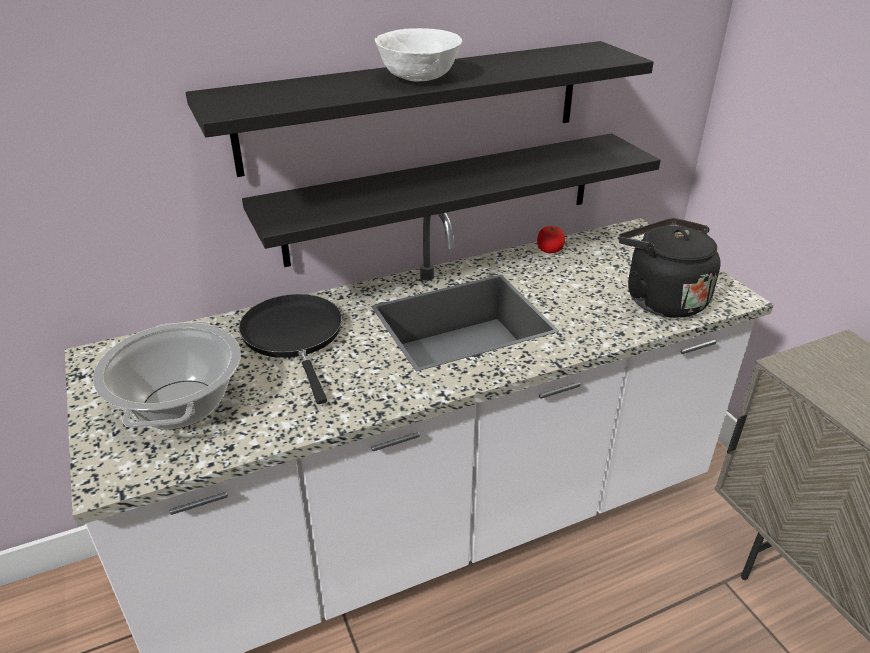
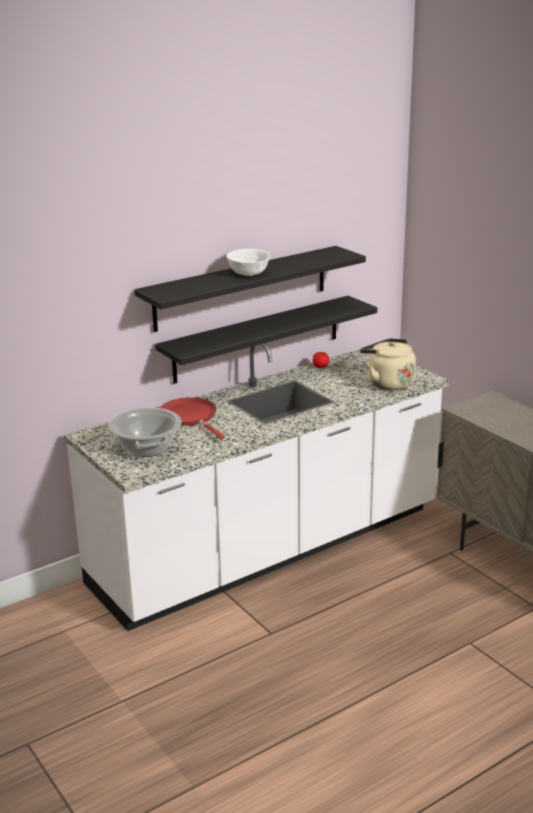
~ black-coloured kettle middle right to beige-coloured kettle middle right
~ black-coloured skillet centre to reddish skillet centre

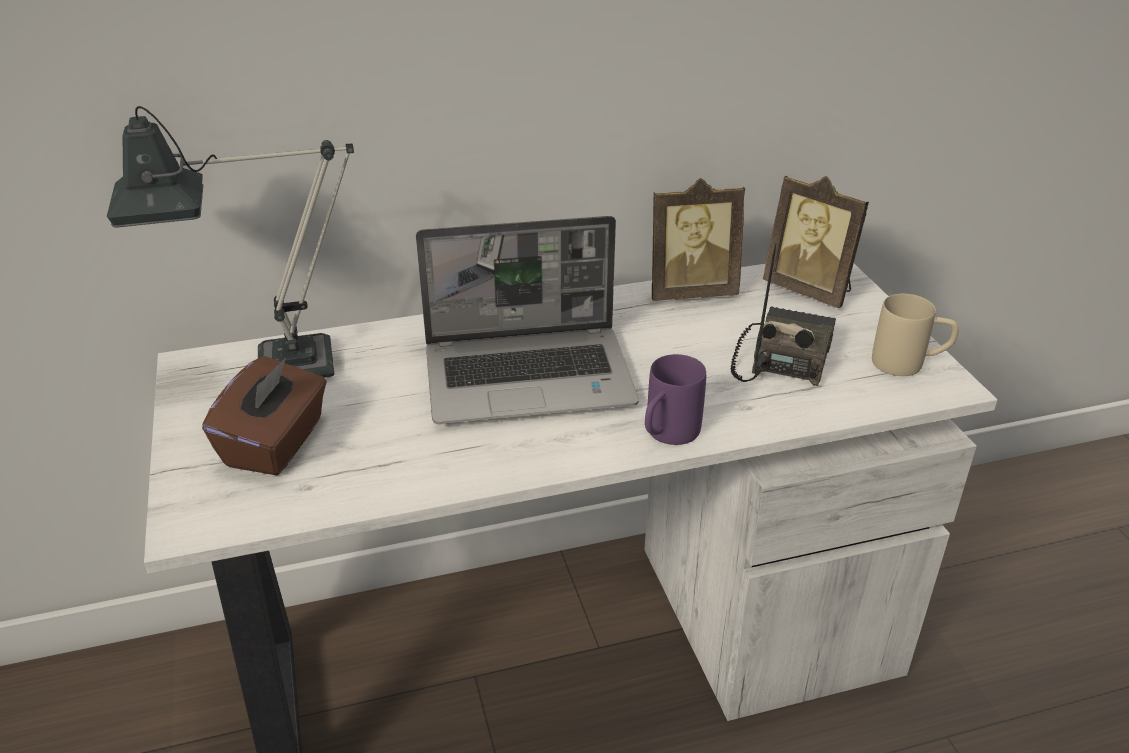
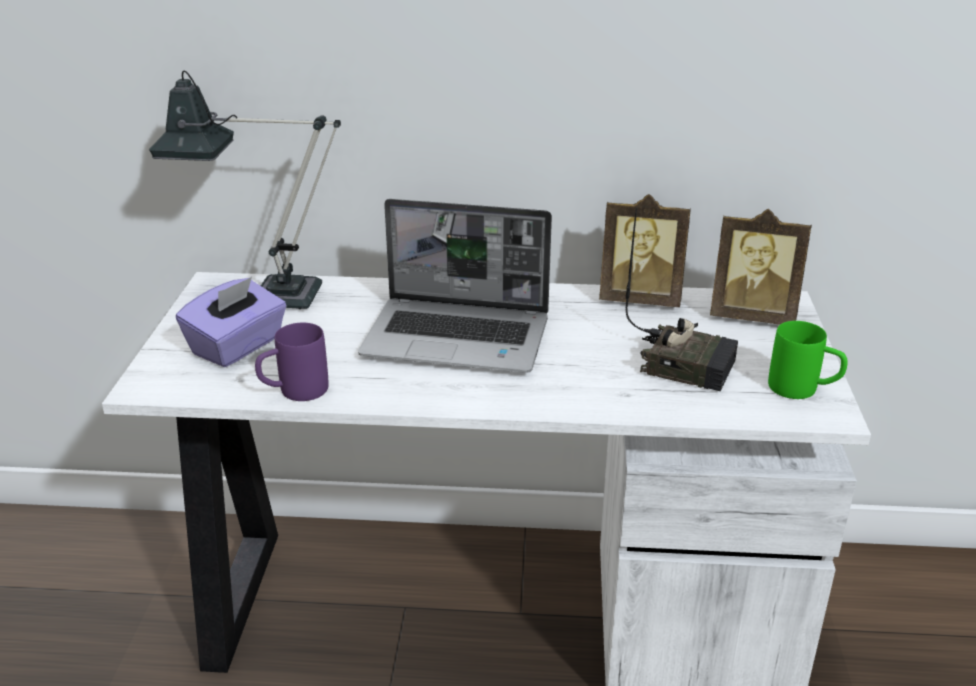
~ picture frame (2nd from left) top right = middle right 45 degrees counterclockwise
~ radio set middle right = middle right 75 degrees clockwise
~ beige-coloured mug middle right to green mug middle right
~ purplish mug centre to middle left
~ brown-coloured tissue box middle left to purplish tissue box middle left

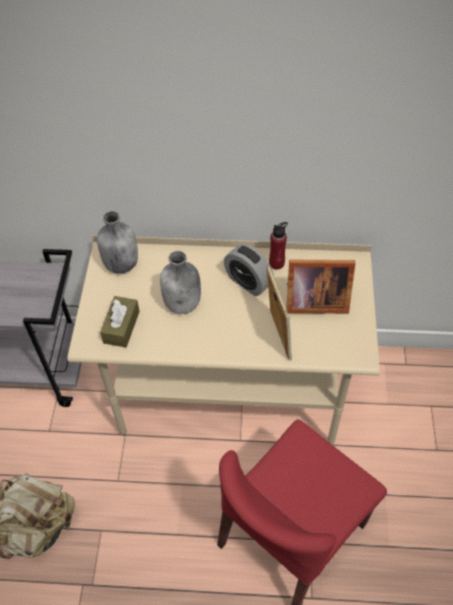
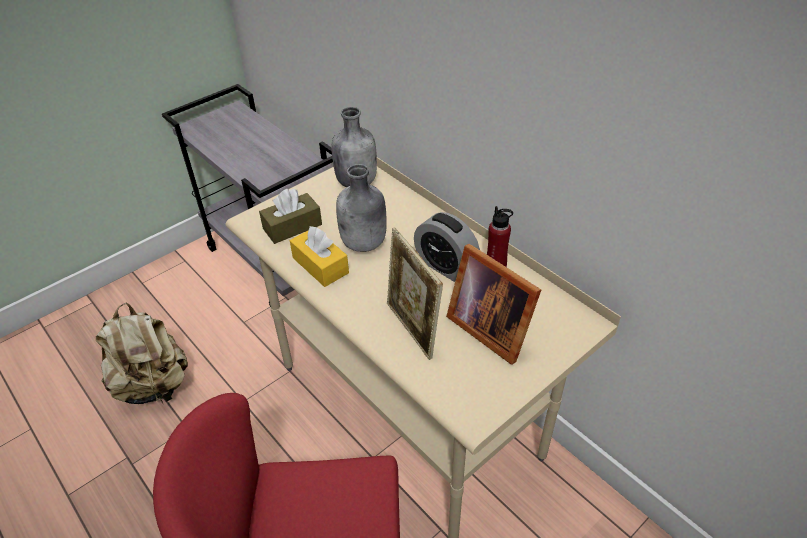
~ bedside clock centre = centre 45 degrees counterclockwise
~ picture frame (1st from left) centre = centre 120 degrees clockwise
+ yellowish tissue box centre

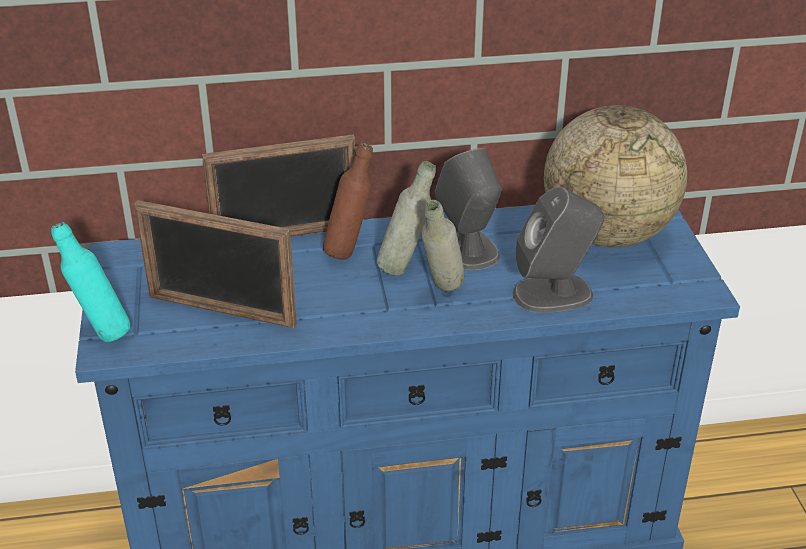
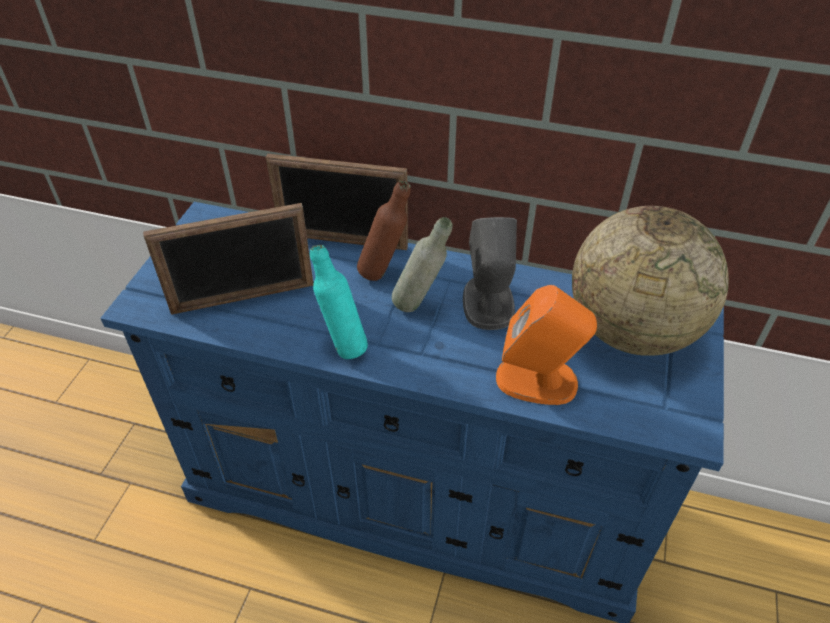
~ gray audio speaker (2nd from left) middle right to orangey audio speaker centre
~ picture frame (1st from left) middle left = middle left 60 degrees counterclockwise
- gray drink bottle (2nd from left) centre
~ blue-green drink bottle middle left to centre

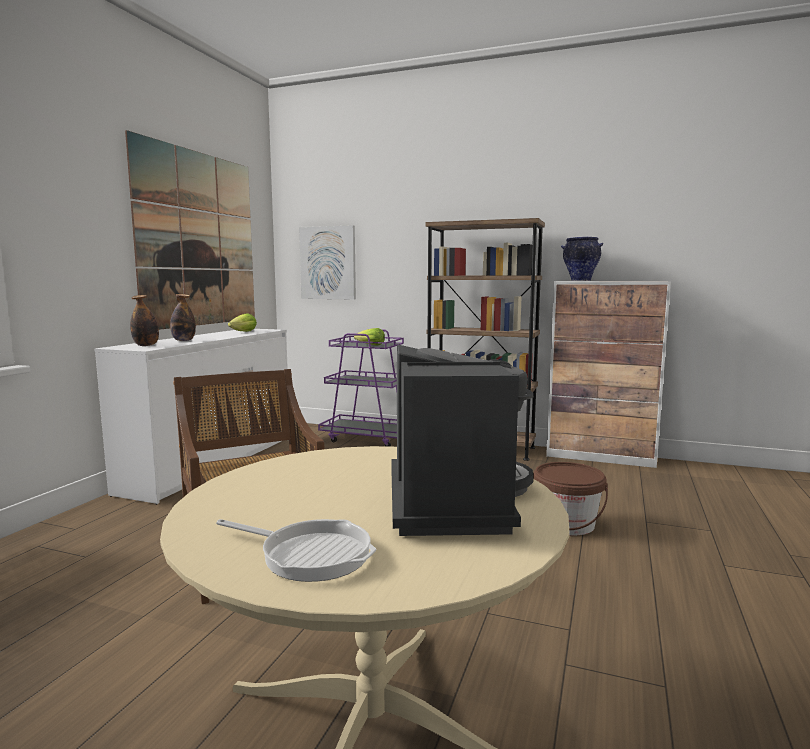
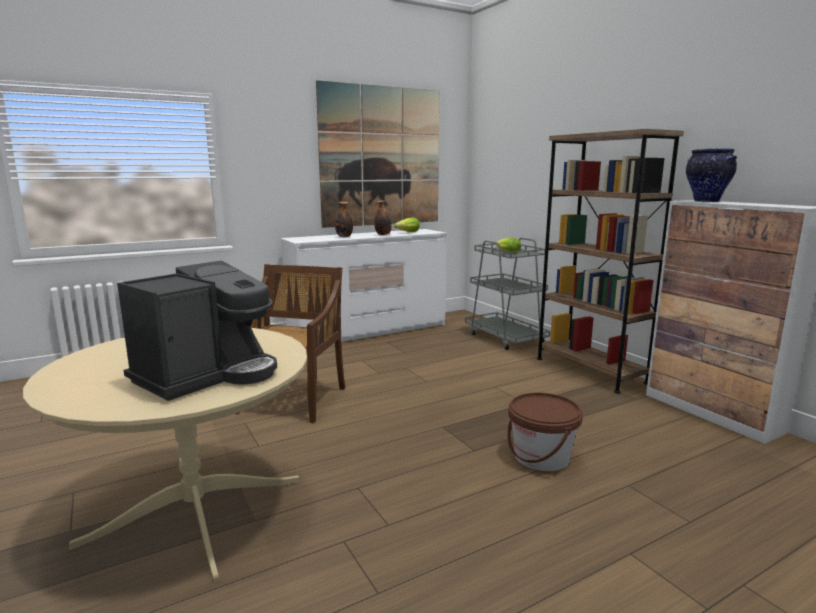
- wall art (2nd from left) centre
~ drink bottle (1st from left in the first image) middle left to drink bottle (2nd from left) centre
~ purplish cart centre to gray cart centre
- skillet bottom centre

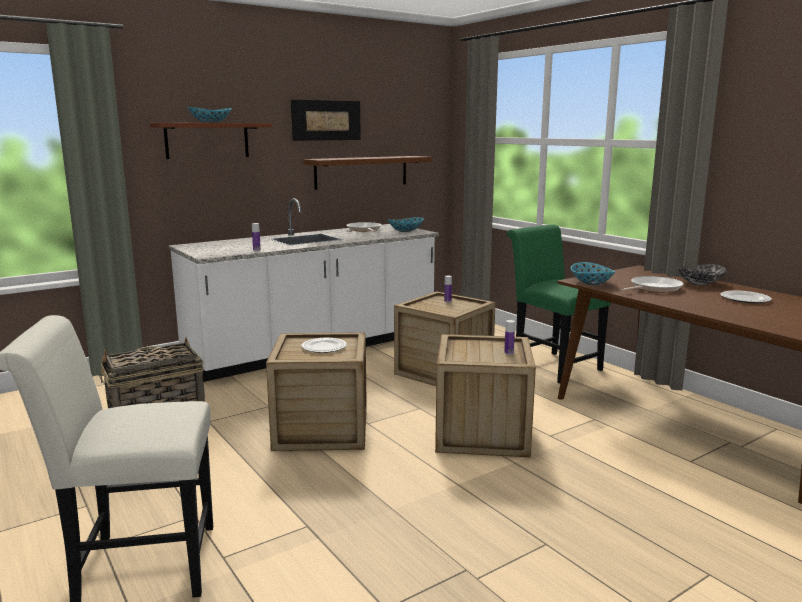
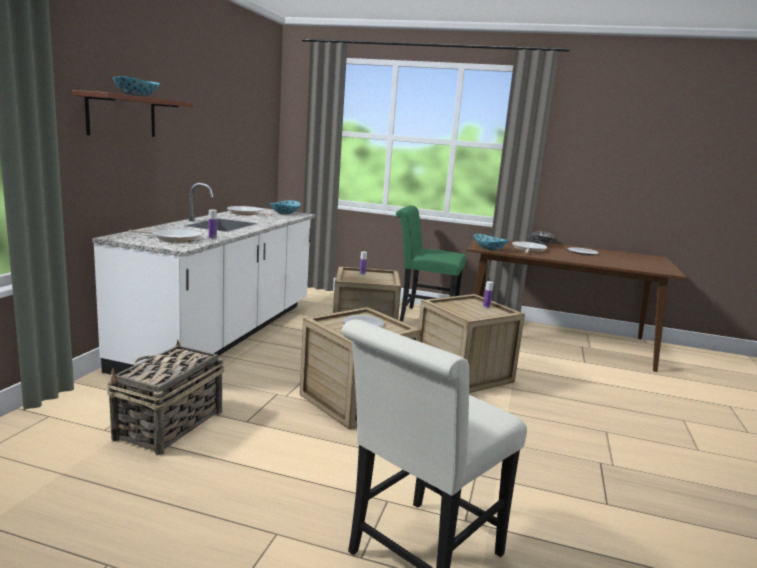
- wall art top centre
- brown-coloured bracket shelf (2nd from left) top centre
+ skillet (1st from left) middle left

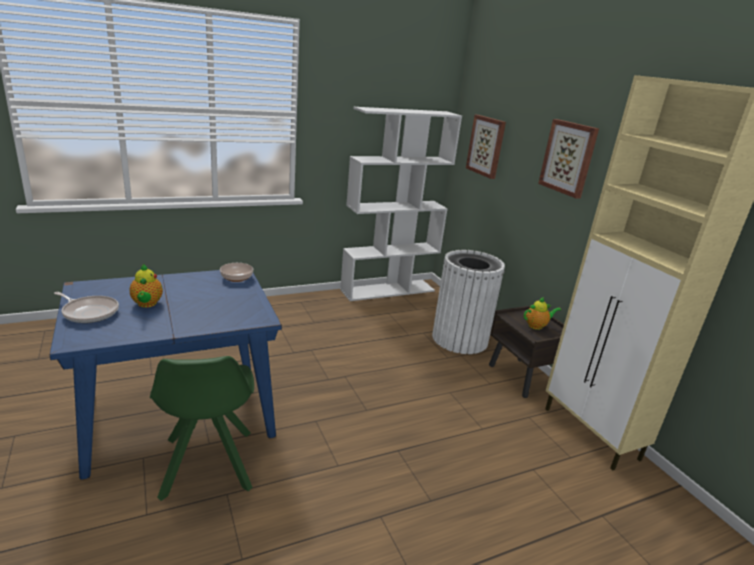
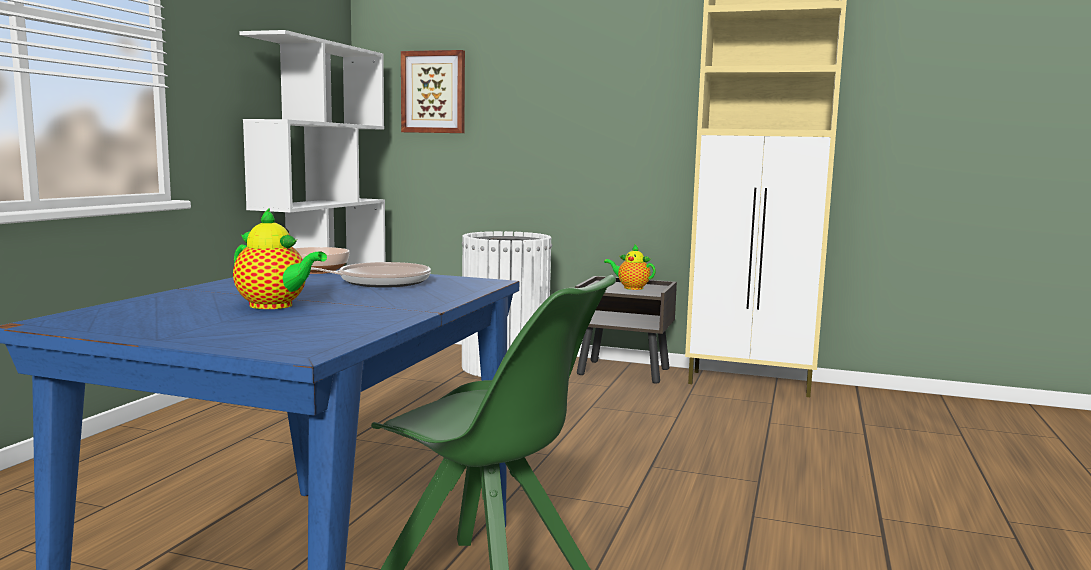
- wall art (2nd from left) top right
~ skillet middle left to centre
~ pot for tea (2nd from left) middle right = centre 90 degrees counterclockwise

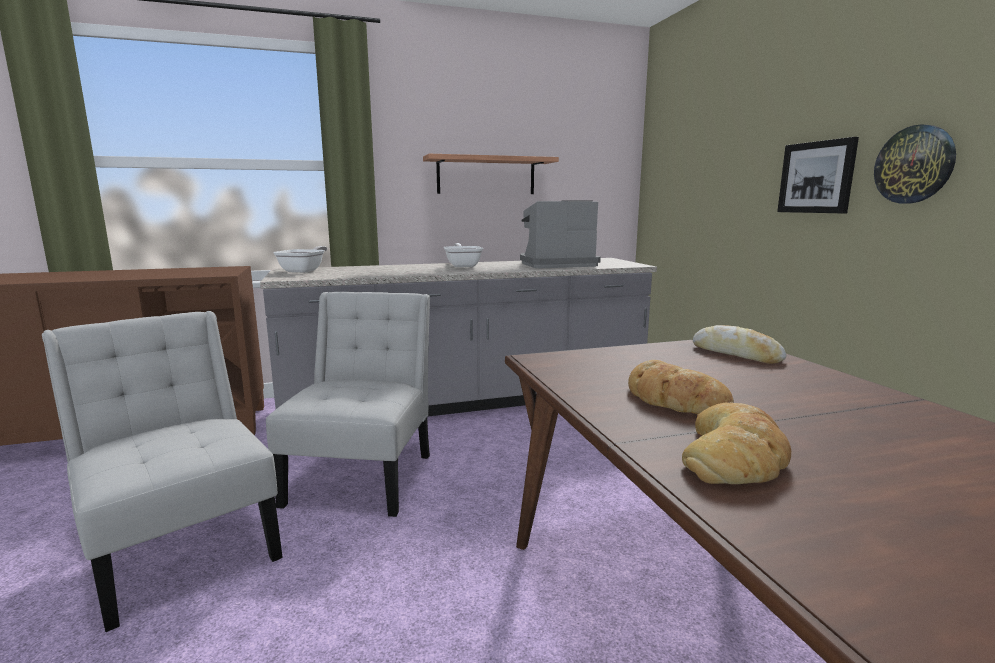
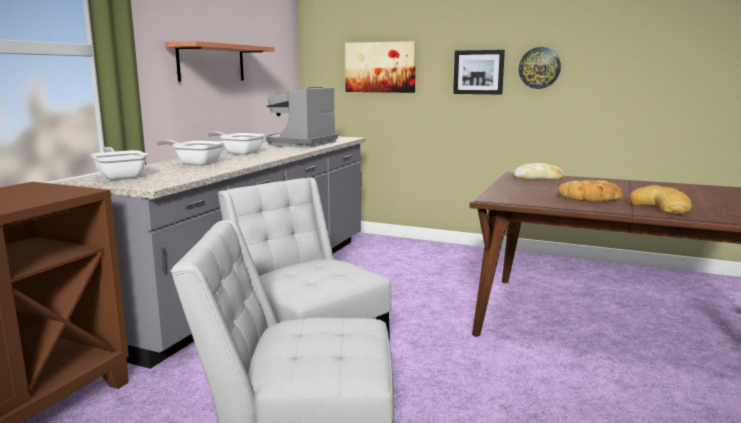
+ wall art (1st from left) top centre
+ skillet (2nd from left) middle left

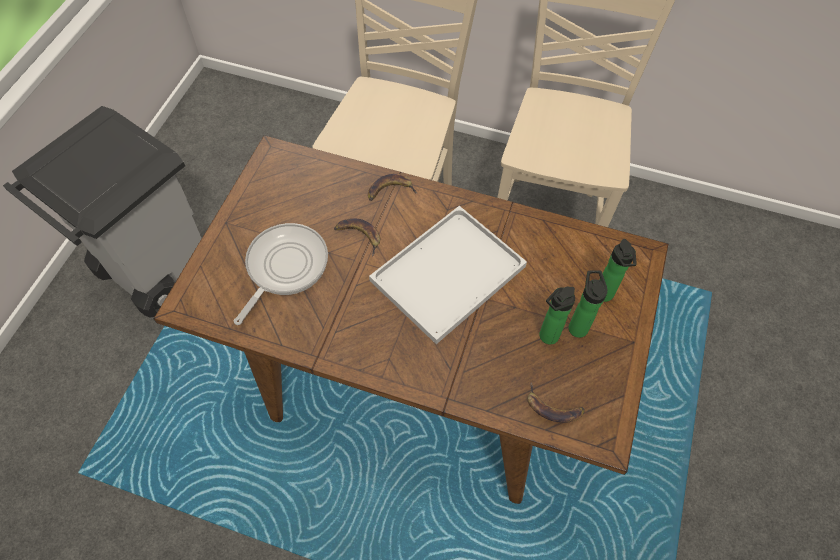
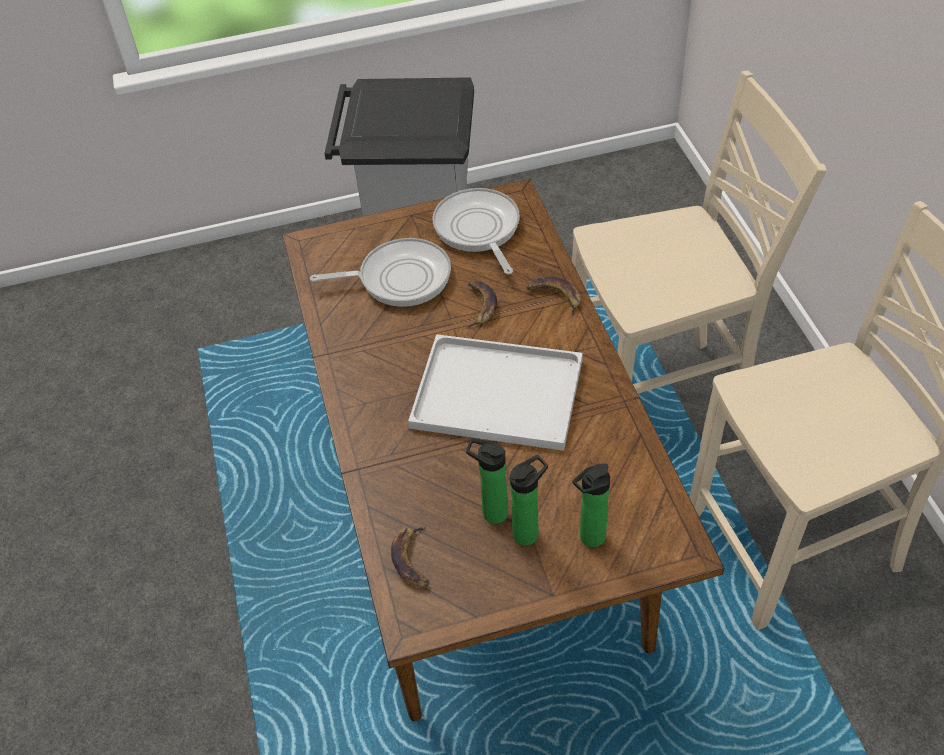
+ skillet (2nd from left) top centre

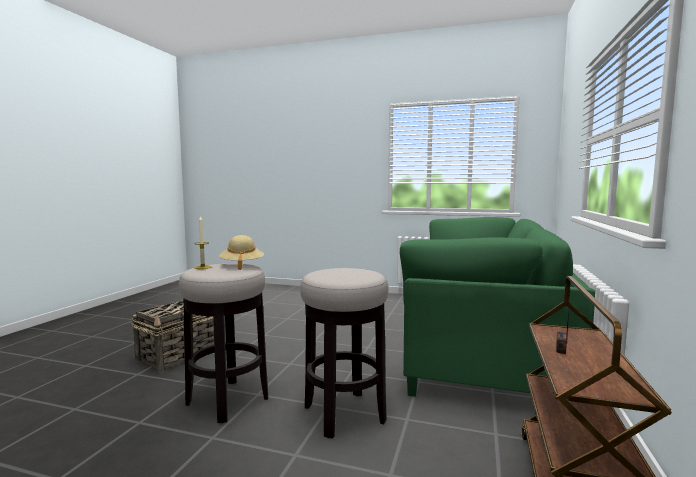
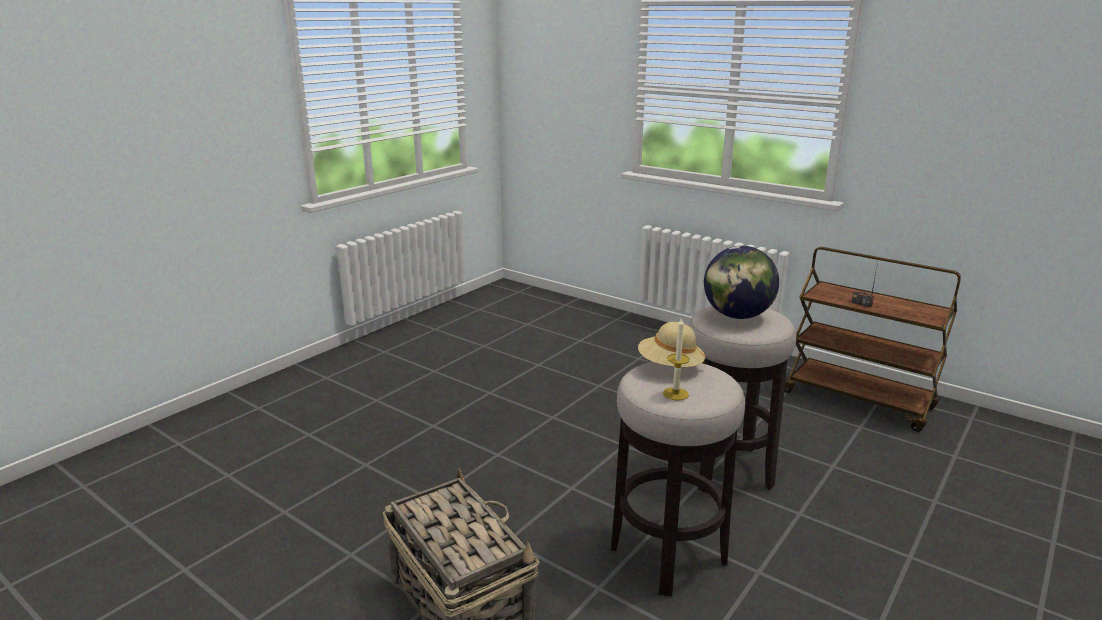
- green settee middle right
+ world globe middle right

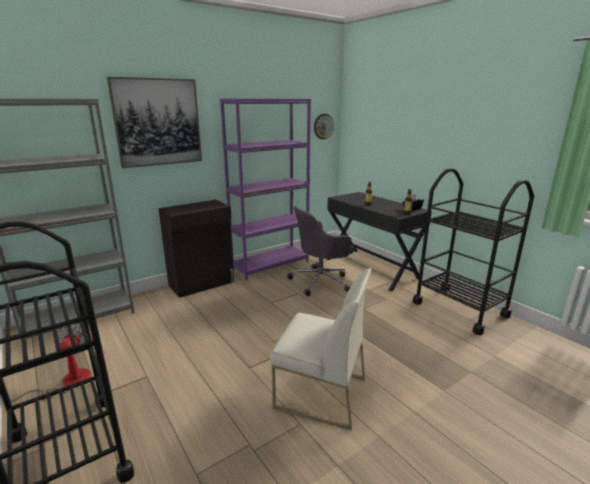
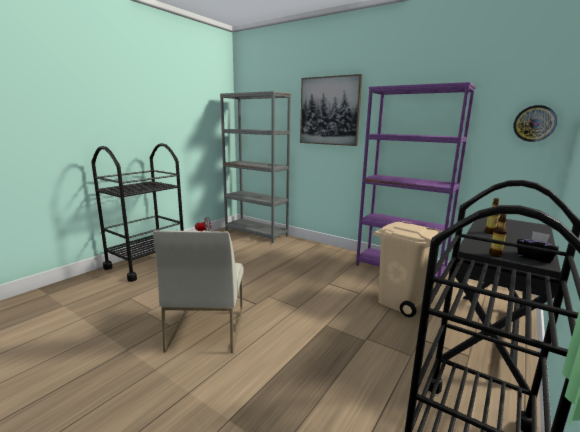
- black-coloured storage cabinet middle left
~ gray office chair centre to beige-coloured trash can middle right

